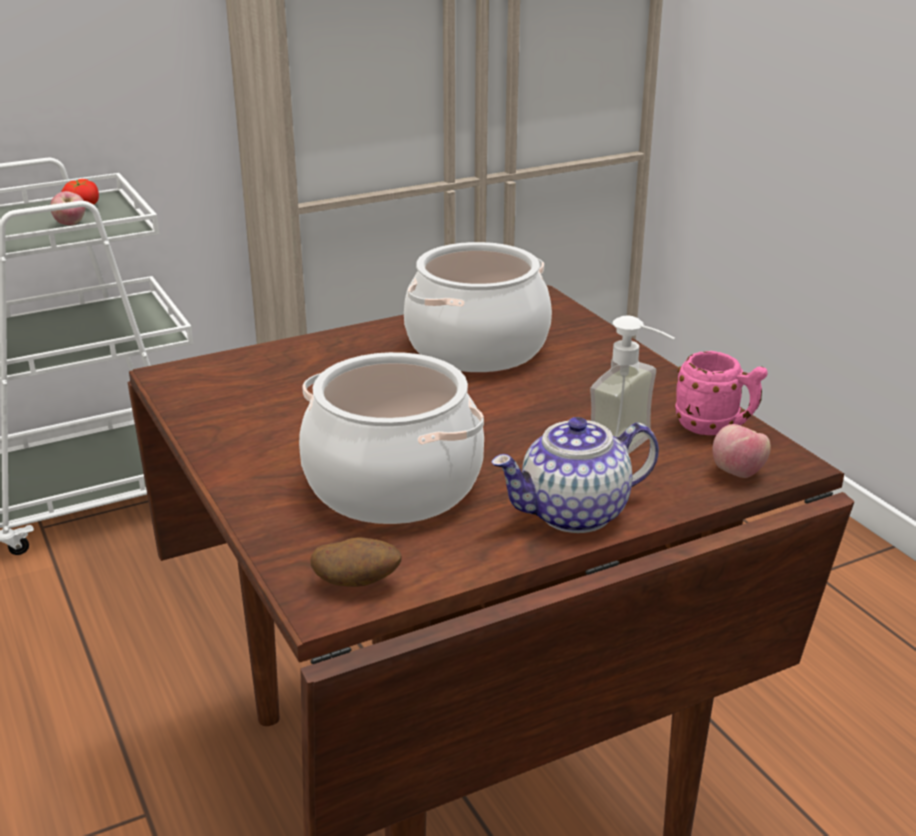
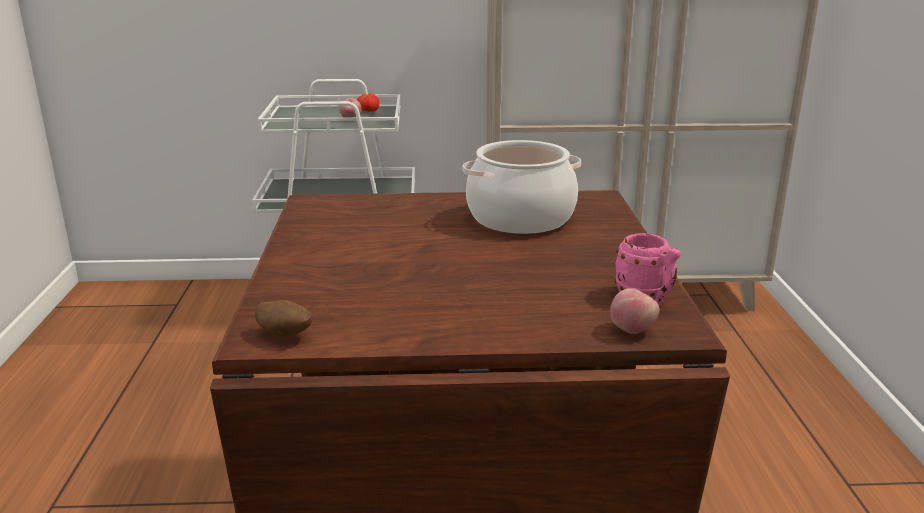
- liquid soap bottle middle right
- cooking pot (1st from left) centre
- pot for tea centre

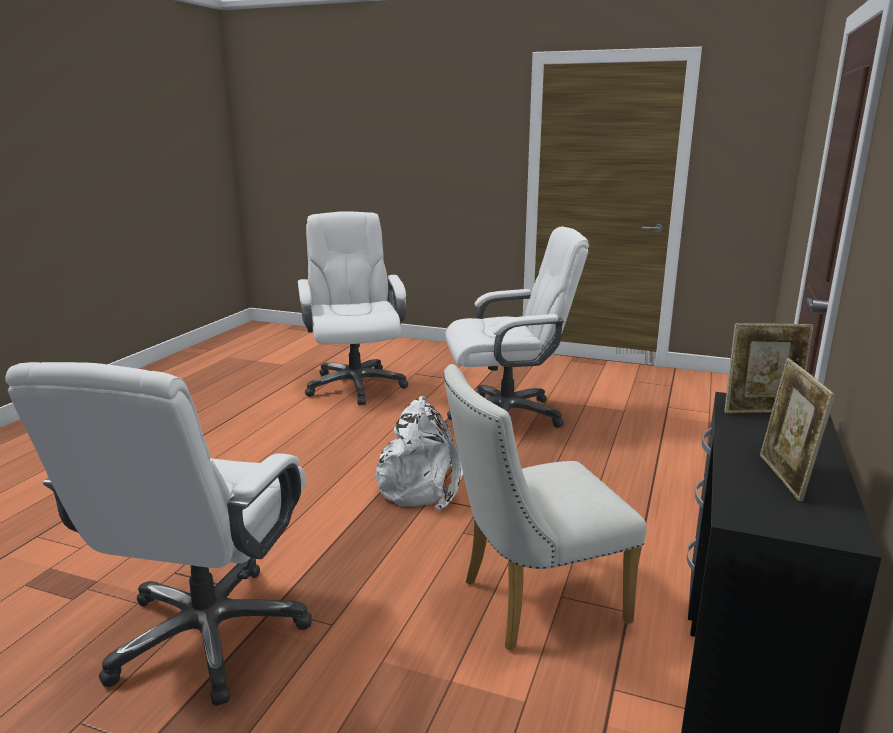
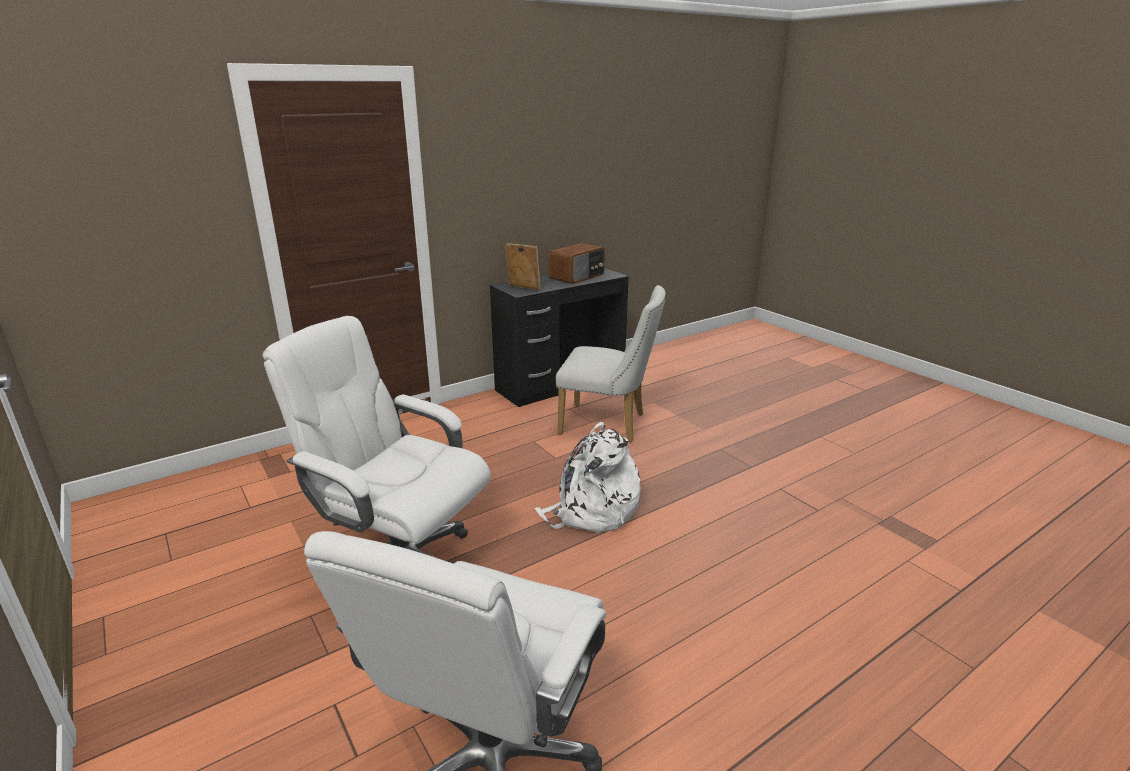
~ picture frame (2nd from left) middle right to radio set centre
- white office chair (1st from left) bottom left

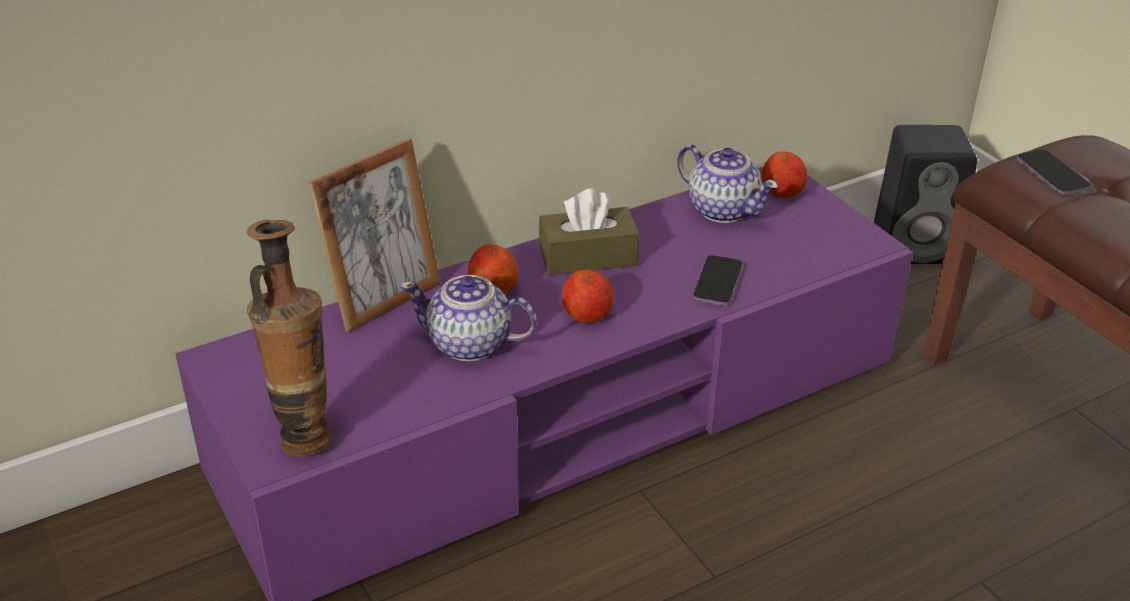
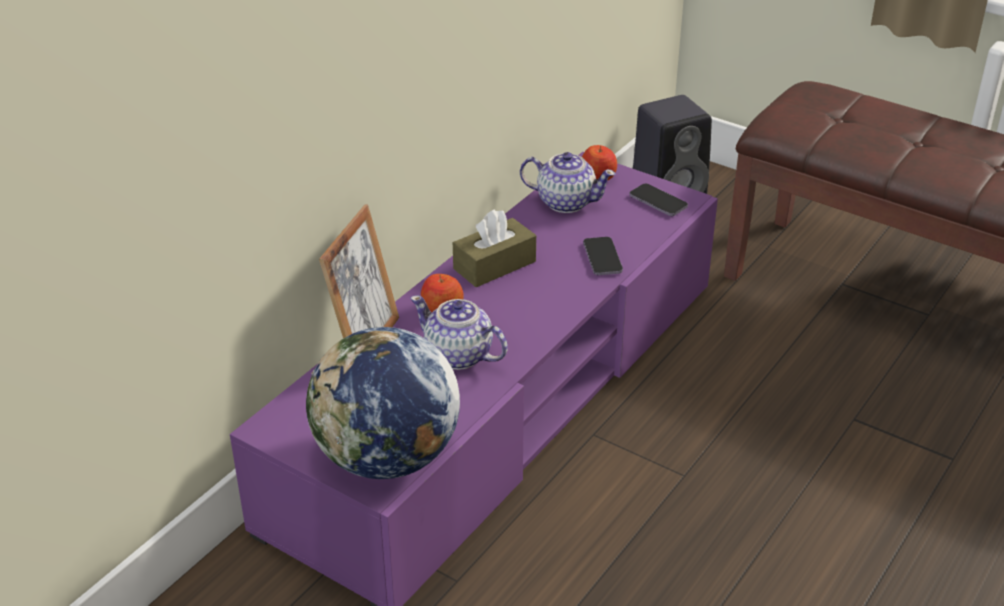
~ telephone (2nd from left) top right to top centre
~ decorative vase middle left to world globe centre
- apple fruit (2nd from left) centre
~ pot for tea (1st from left) centre = centre 45 degrees clockwise

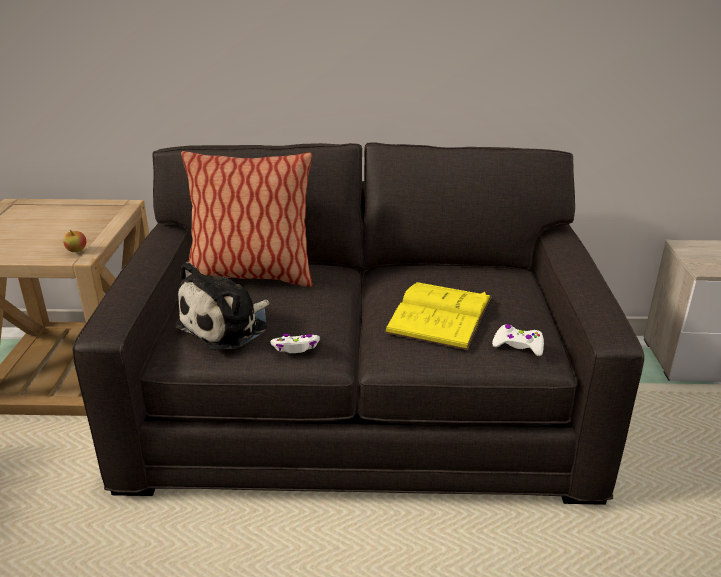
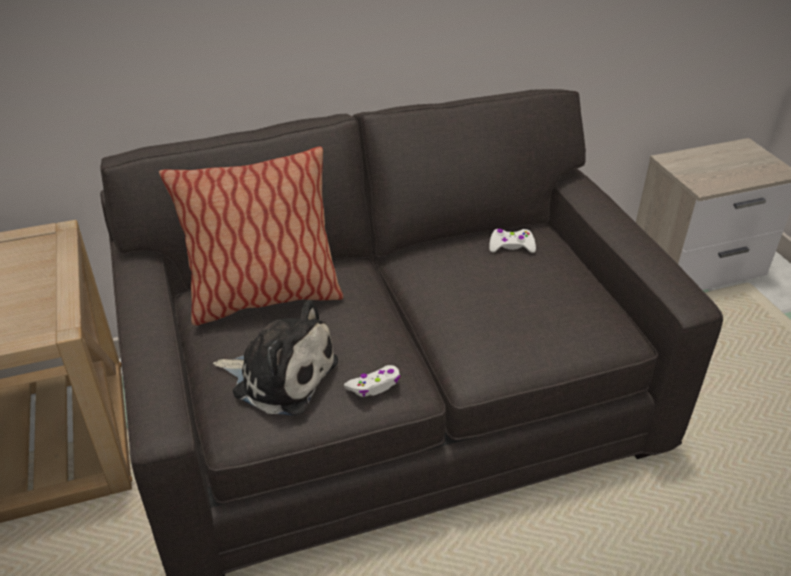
- apple fruit middle left
~ soft toy middle left = centre 90 degrees counterclockwise
- yellowish bound book centre
~ white gamepad (2nd from left) middle right to centre

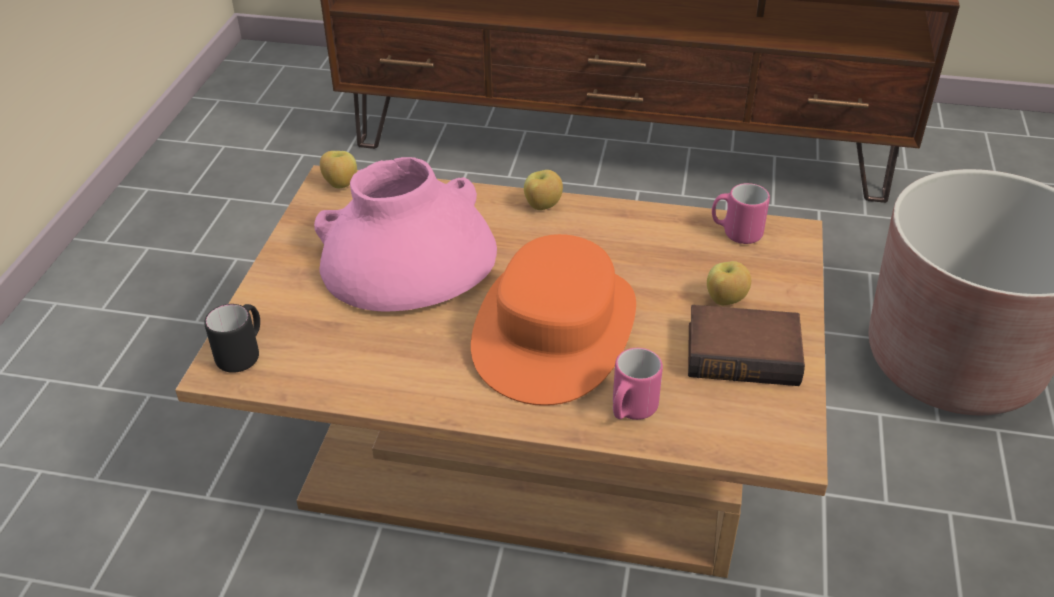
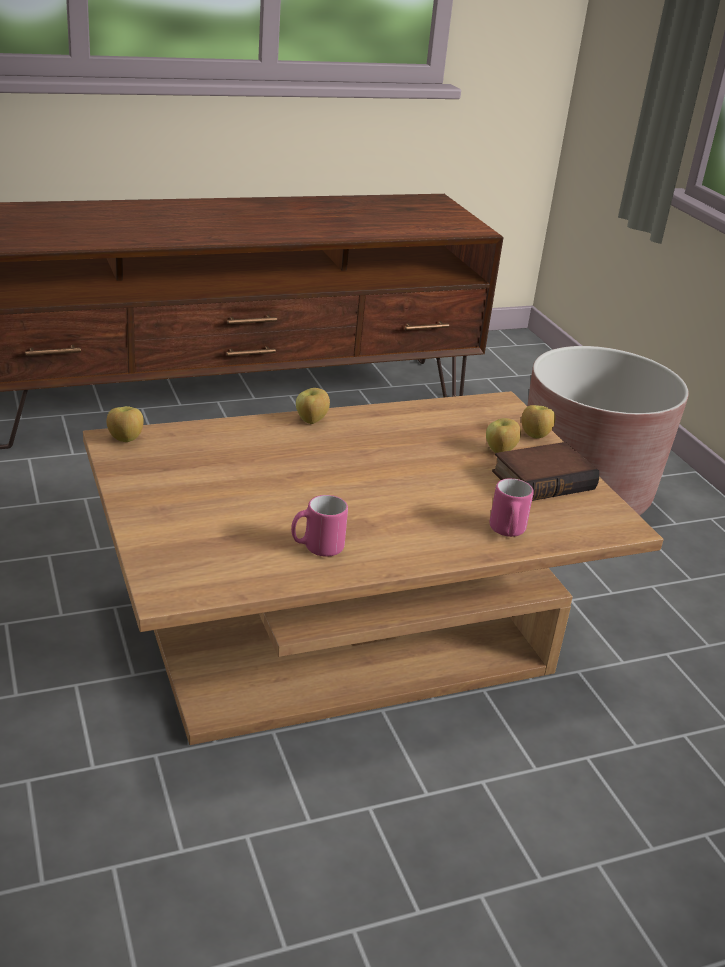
- pinkish decorative vase centre
~ pinkish mug (2nd from left in the first image) middle right to pinkish mug (1st from left) centre
- orangey wearable hat centre
- black-coloured mug middle left
+ apple fruit (4th from left) middle right

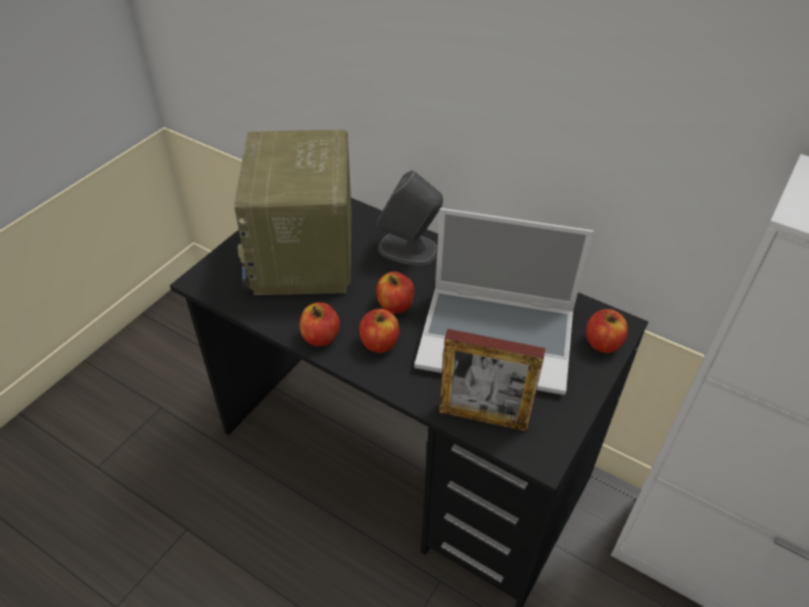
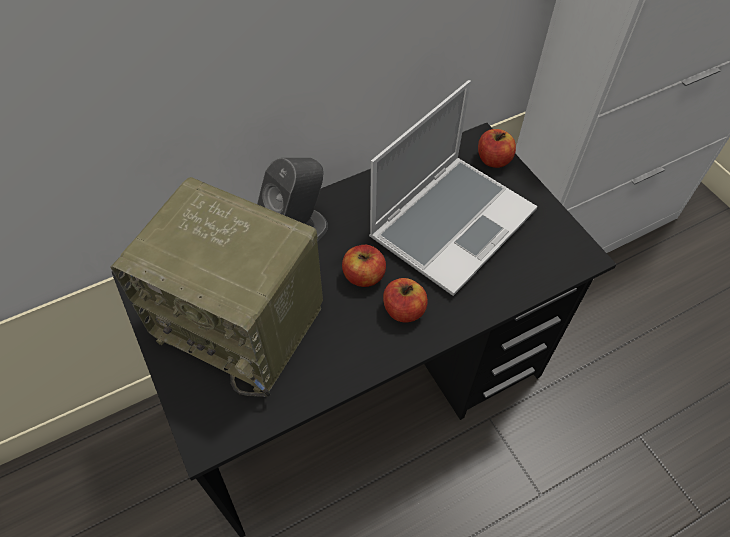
- apple fruit (1st from left) centre
- picture frame centre

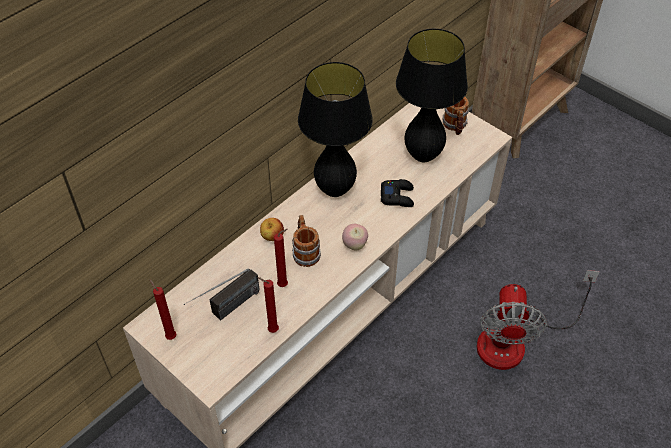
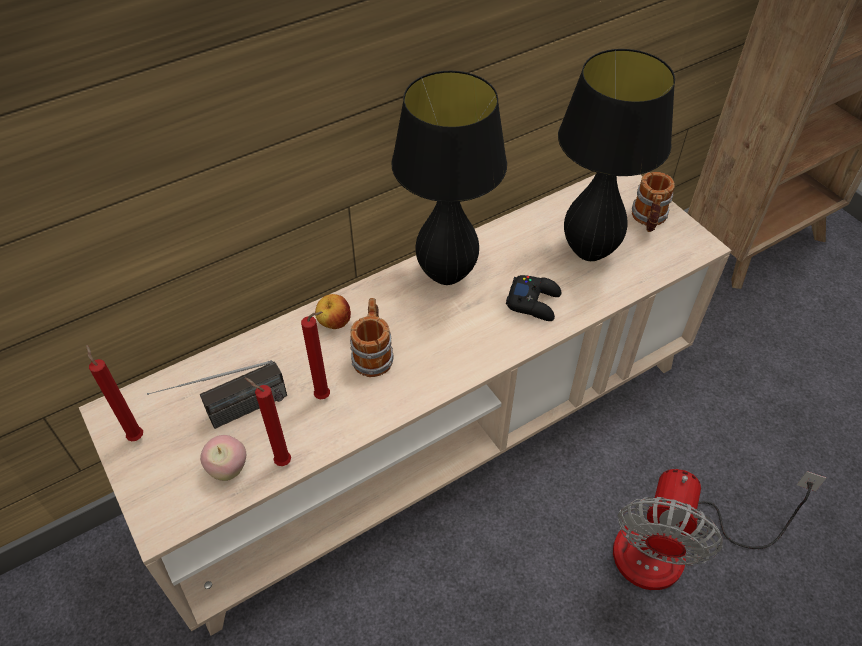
~ apple fruit (2nd from left in the first image) centre to apple fruit (1st from left) bottom left

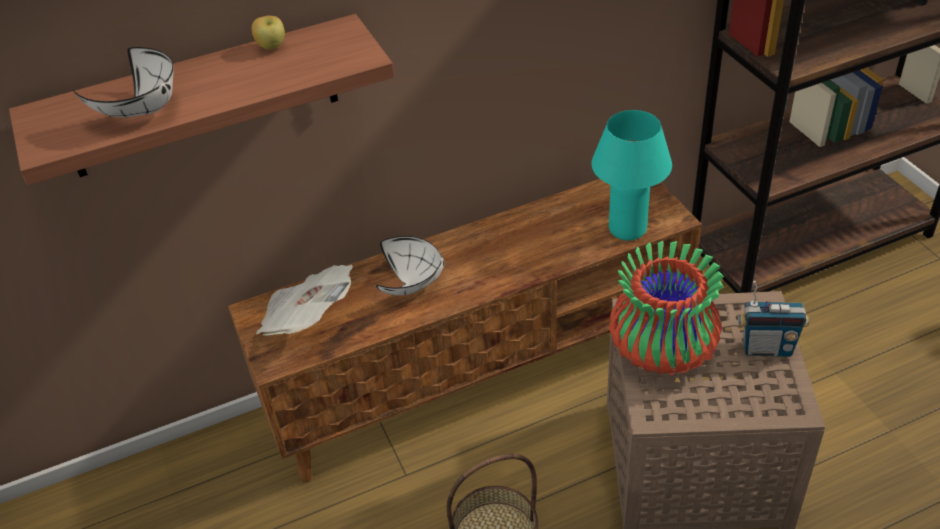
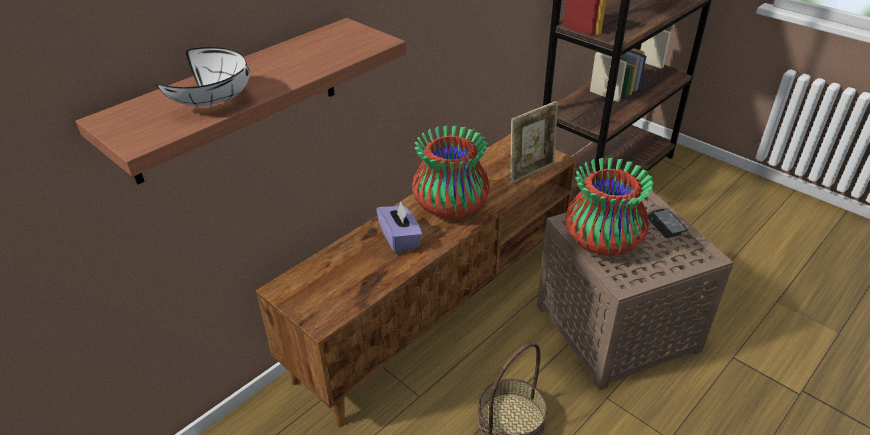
- apple fruit top left
~ blue-green lamp for a table top right to picture frame top centre
~ white deep dish (2nd from left) centre to purplish tissue box centre
- printed paper middle left
~ radio set middle right to telephone middle right
+ decorative vase (1st from left) centre

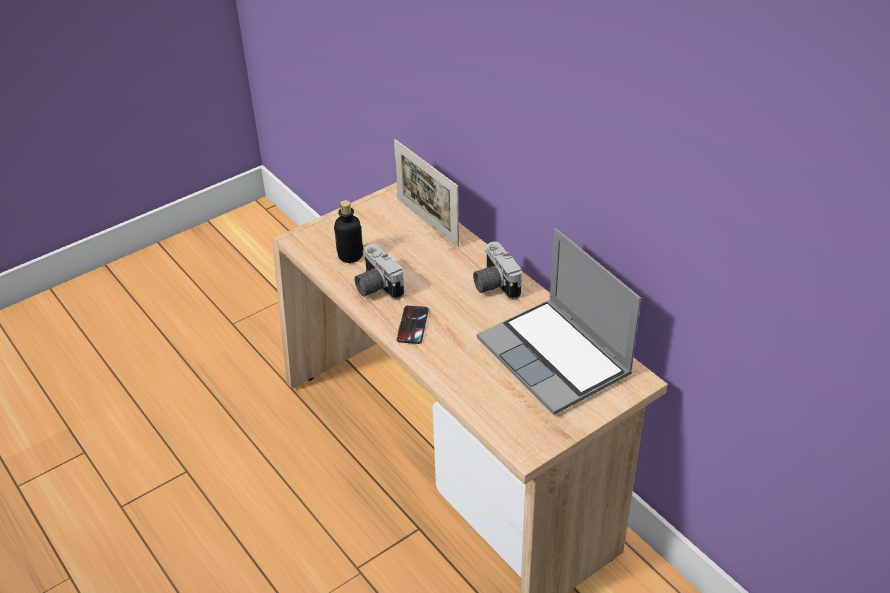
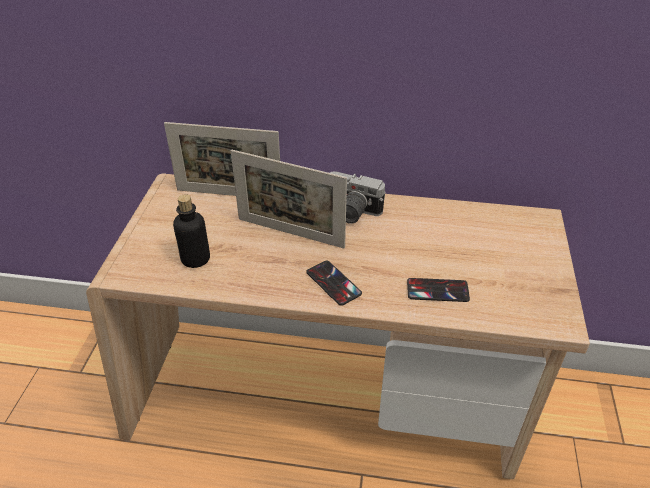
- notebook computer centre
- photo camera (1st from left) centre
+ picture frame (2nd from left) centre
+ telephone (2nd from left) middle right

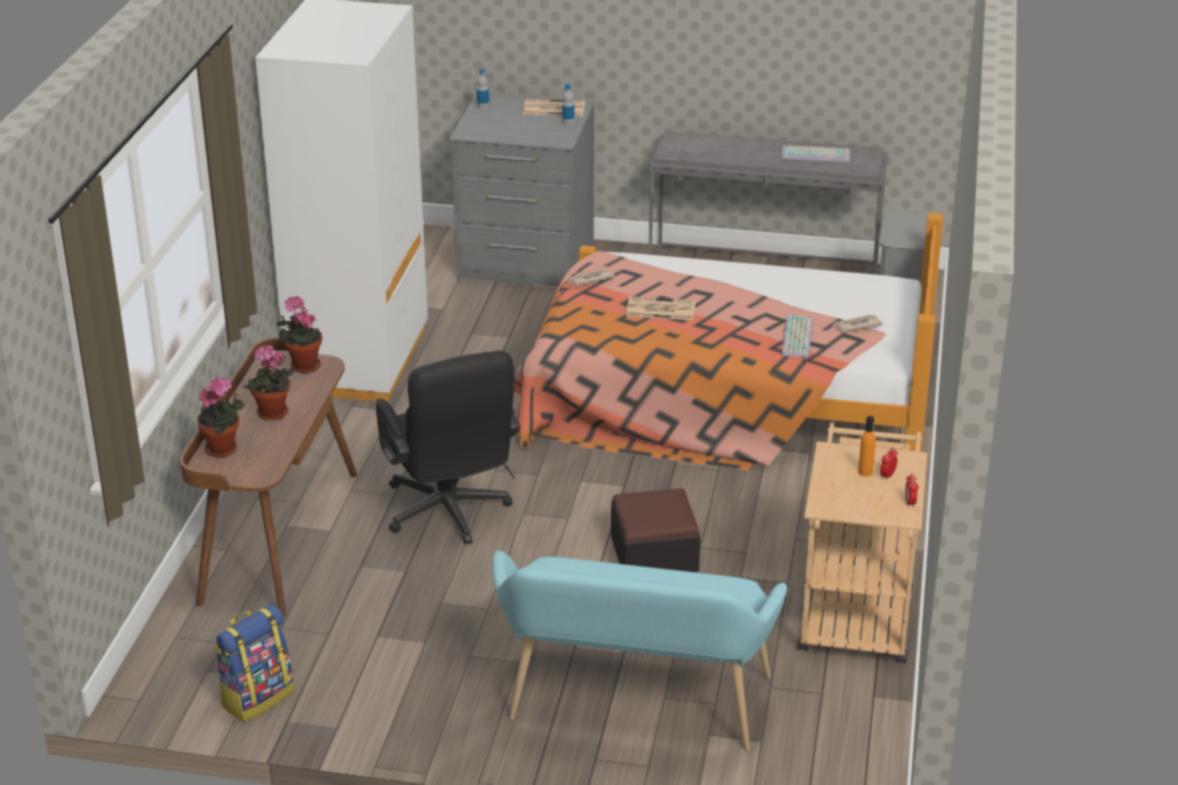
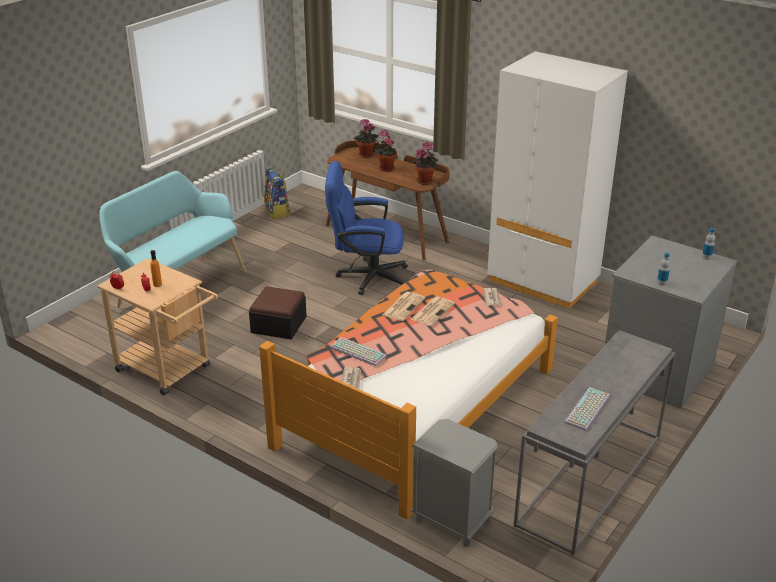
~ printed paper (1st from left in the first image) top centre to printed paper (2nd from left) centre
~ black-coloured office chair centre to blue office chair centre

